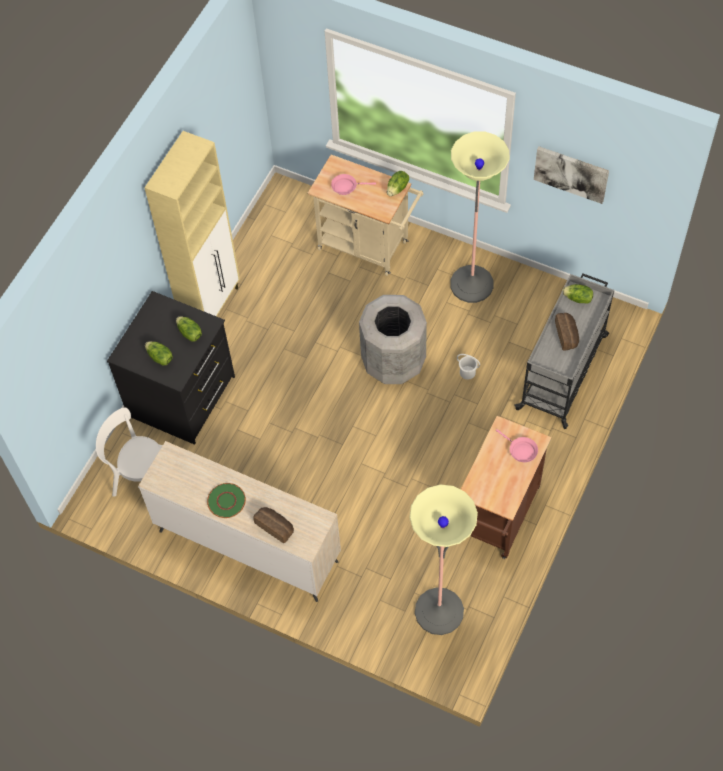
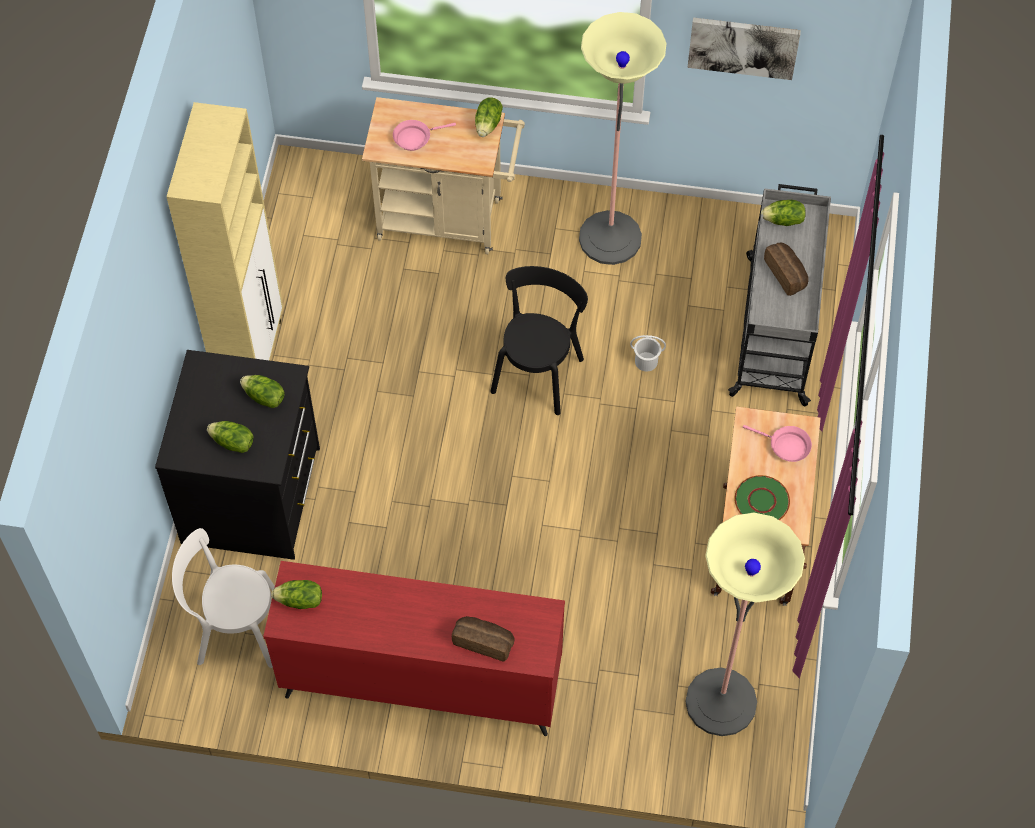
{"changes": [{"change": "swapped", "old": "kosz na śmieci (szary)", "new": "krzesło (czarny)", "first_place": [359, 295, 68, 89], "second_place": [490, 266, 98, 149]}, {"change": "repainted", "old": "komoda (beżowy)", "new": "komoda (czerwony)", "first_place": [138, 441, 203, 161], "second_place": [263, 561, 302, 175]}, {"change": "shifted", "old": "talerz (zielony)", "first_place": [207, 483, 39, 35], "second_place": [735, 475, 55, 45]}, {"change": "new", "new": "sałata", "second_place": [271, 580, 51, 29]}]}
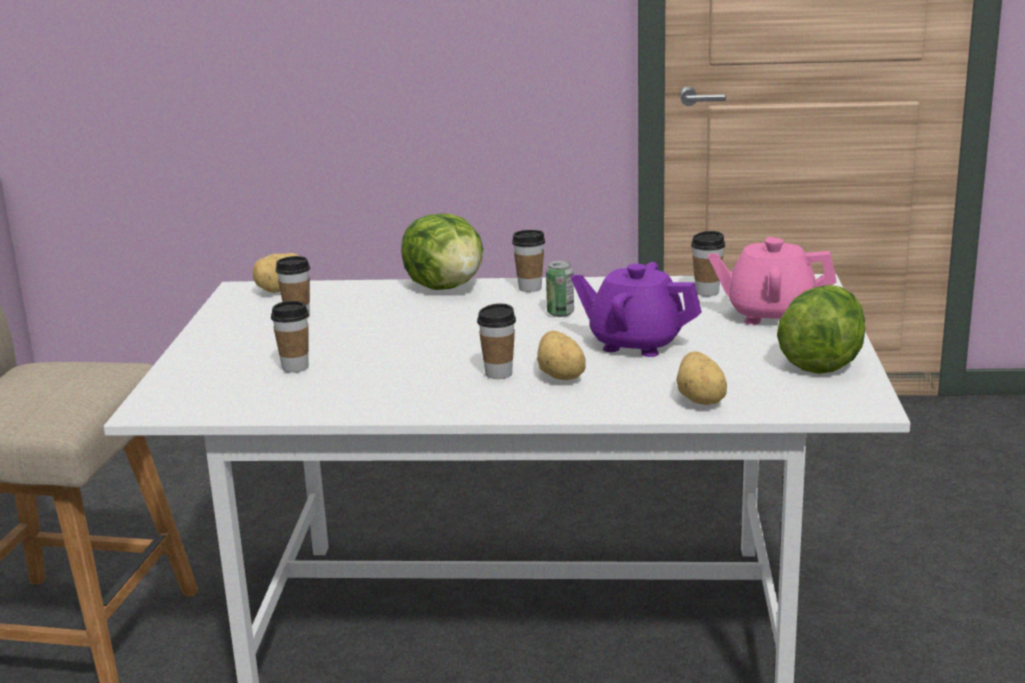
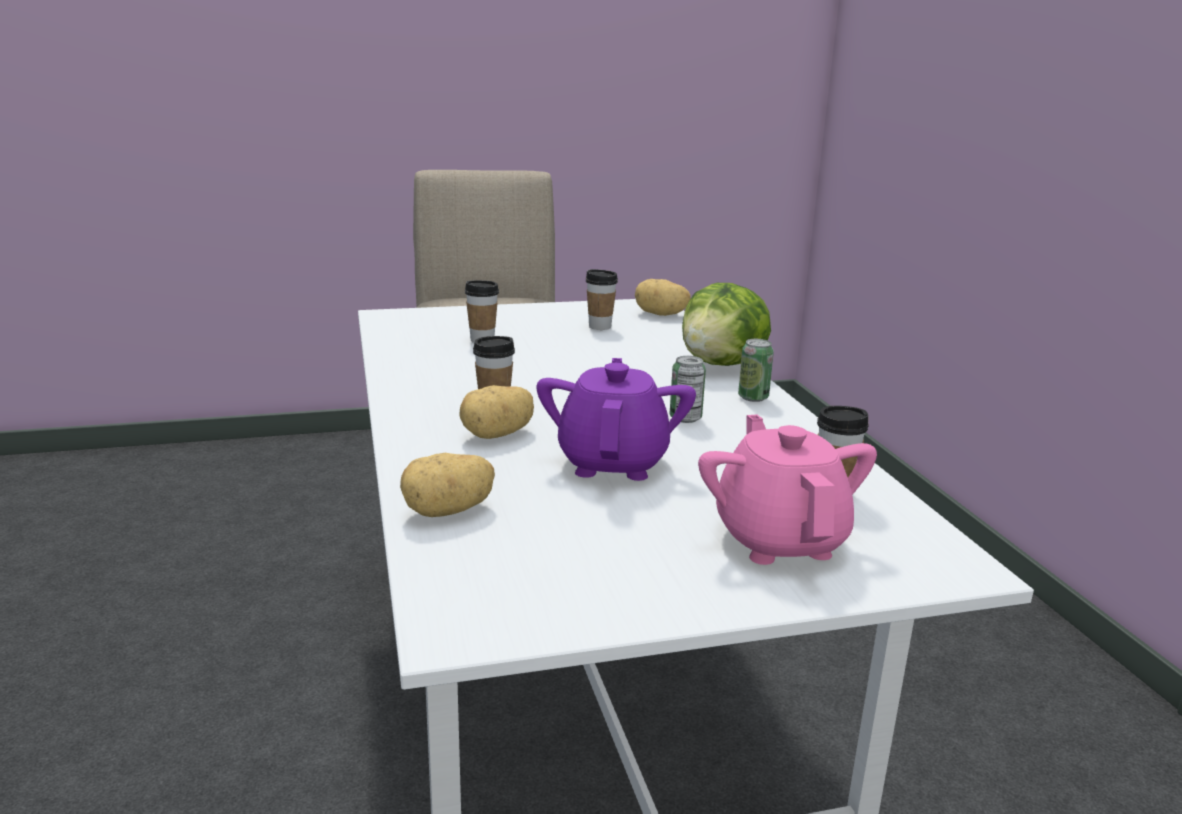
{"changes": [{"change": "swapped", "old": "filiżanka", "new": "puszka", "first_place": [512, 230, 33, 62], "second_place": [738, 339, 36, 63]}, {"change": "gone", "old": "sałata", "first_place": [777, 285, 89, 89]}]}
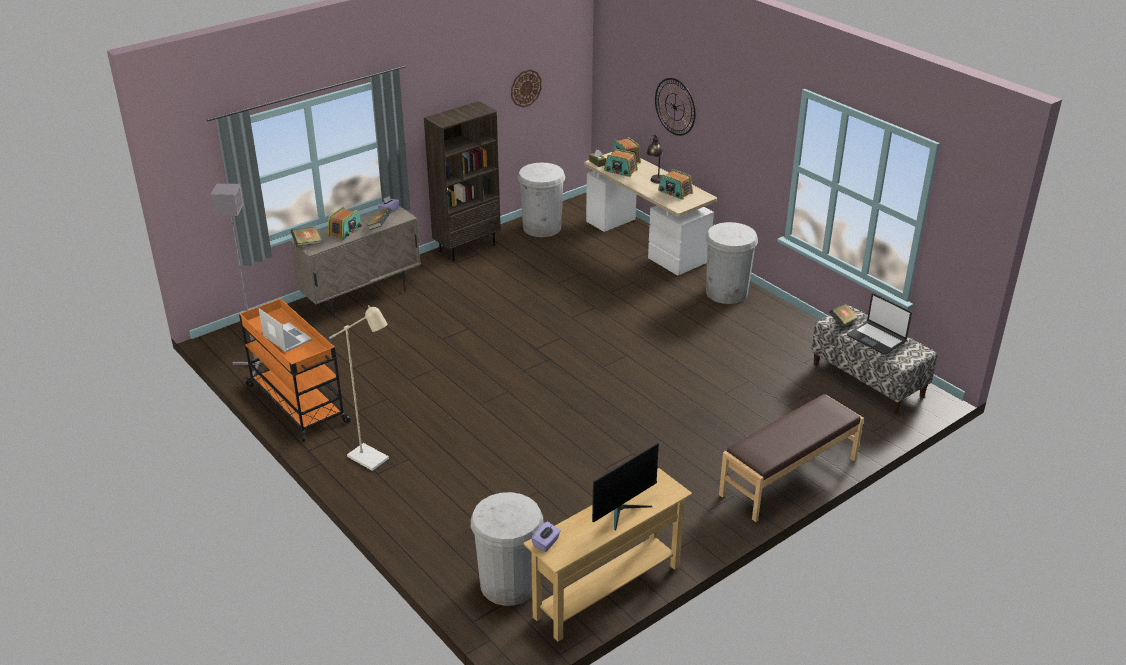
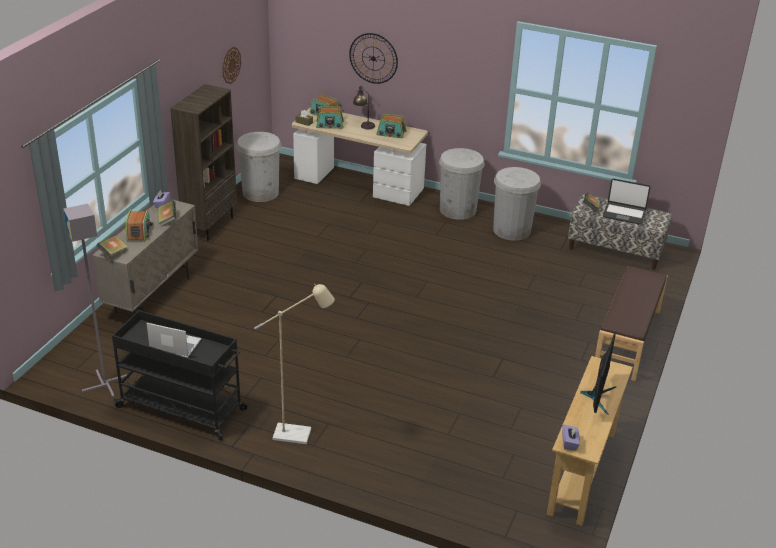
{"changes": [{"change": "repainted", "old": "wózek (pomarańczowy)", "new": "wózek (czarny)", "first_place": [239, 298, 111, 144], "second_place": [112, 310, 135, 131]}, {"change": "shifted", "old": "kosz na śmieci (biały)", "first_place": [471, 492, 72, 114], "second_place": [493, 167, 48, 74]}]}
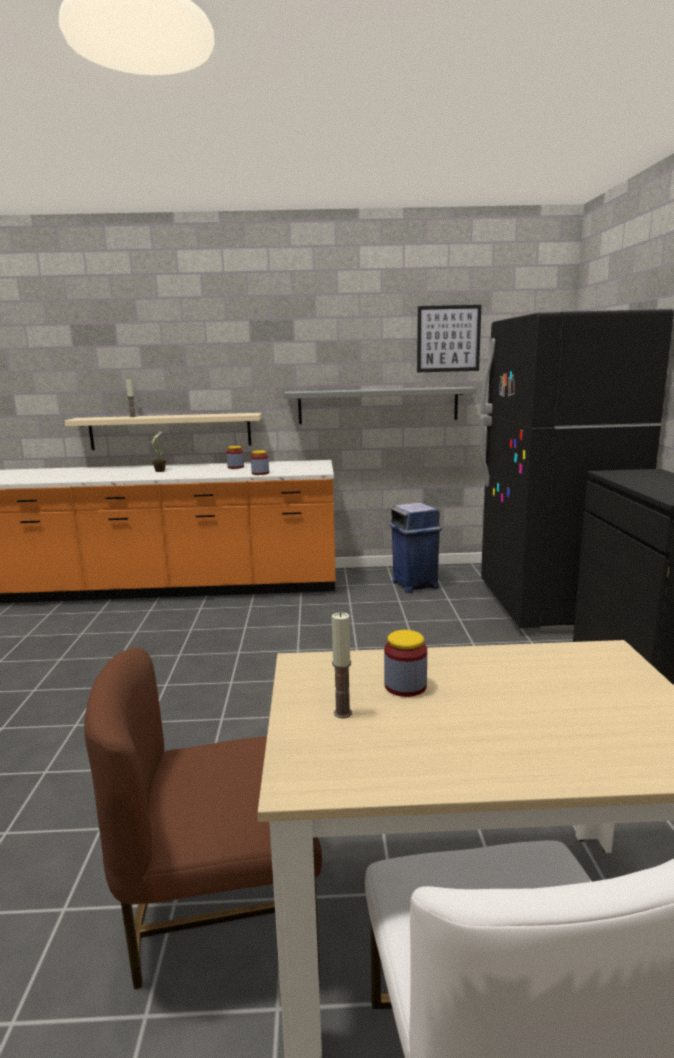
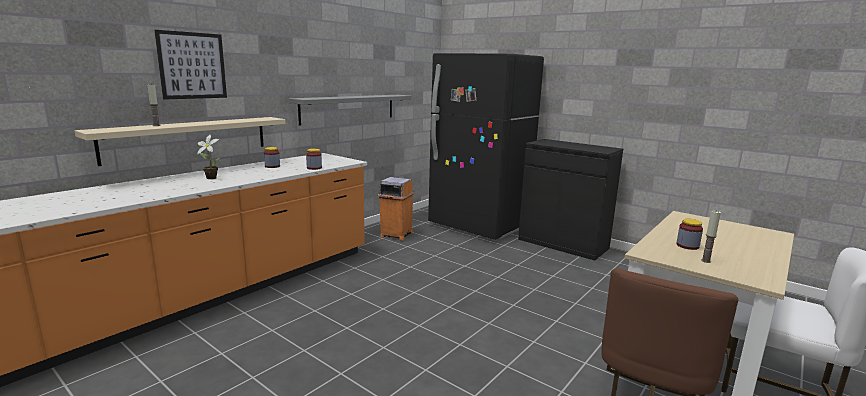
{"changes": [{"change": "shifted", "old": "obraz", "first_place": [417, 305, 64, 67], "second_place": [154, 30, 73, 70]}, {"change": "repainted", "old": "kosz na śmieci (niebieski)", "new": "kosz na śmieci (pomarańczowy)", "first_place": [389, 502, 53, 91], "second_place": [378, 177, 36, 64]}]}
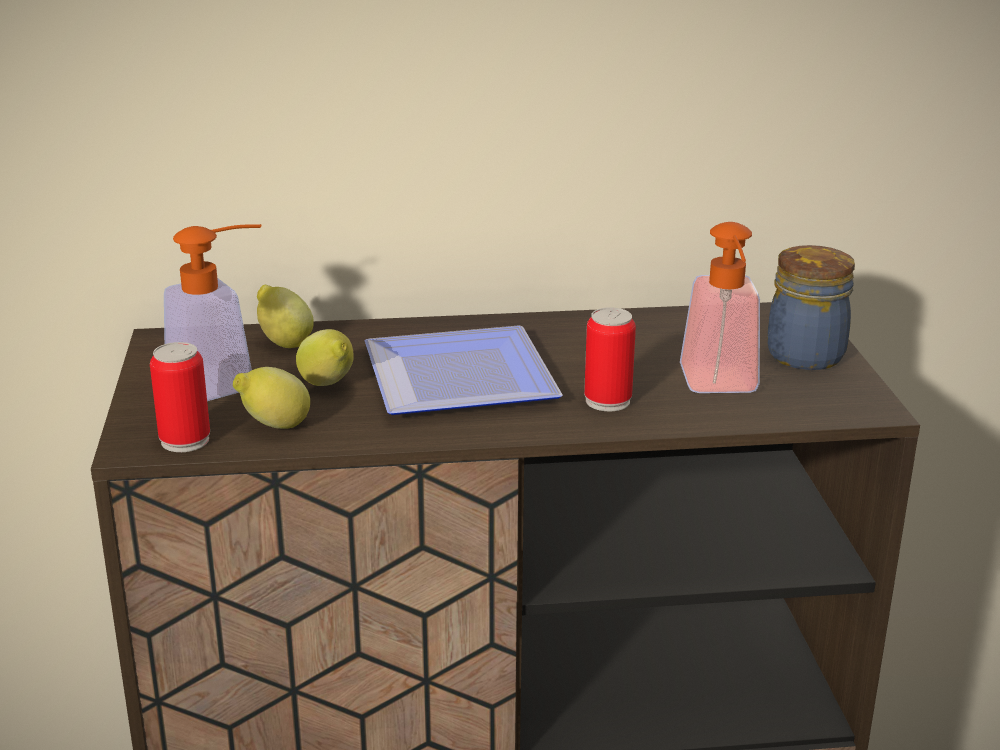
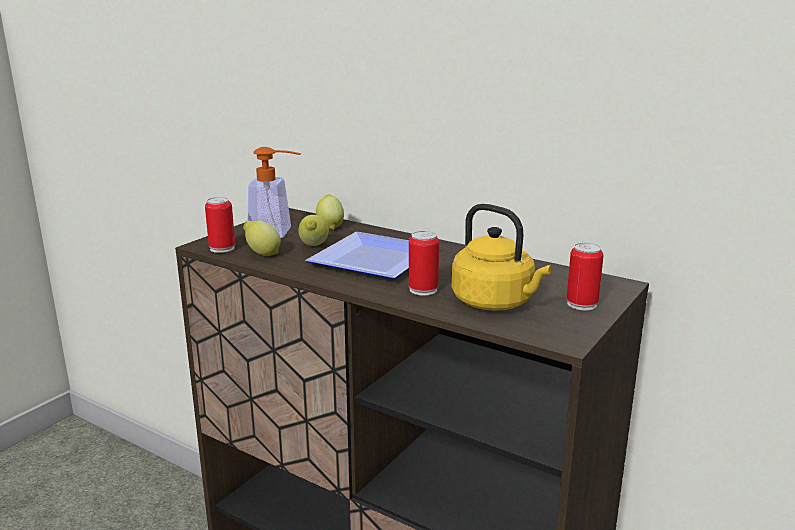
{"changes": [{"change": "swapped", "old": "dozownik mydła", "new": "czajnik (żółty)", "first_place": [680, 222, 80, 171], "second_place": [452, 204, 99, 107]}, {"change": "swapped", "old": "słoik", "new": "puszka", "first_place": [767, 245, 88, 125], "second_place": [567, 243, 37, 67]}]}
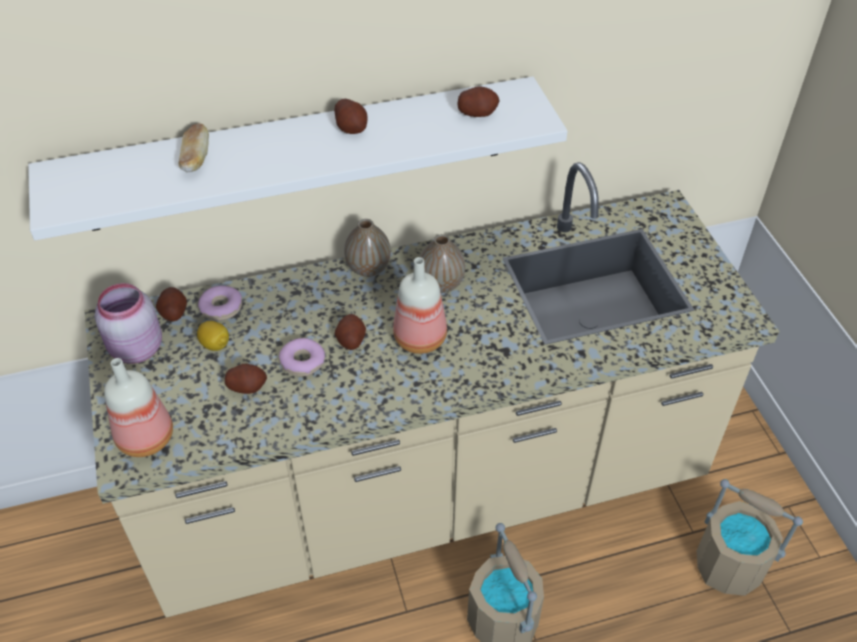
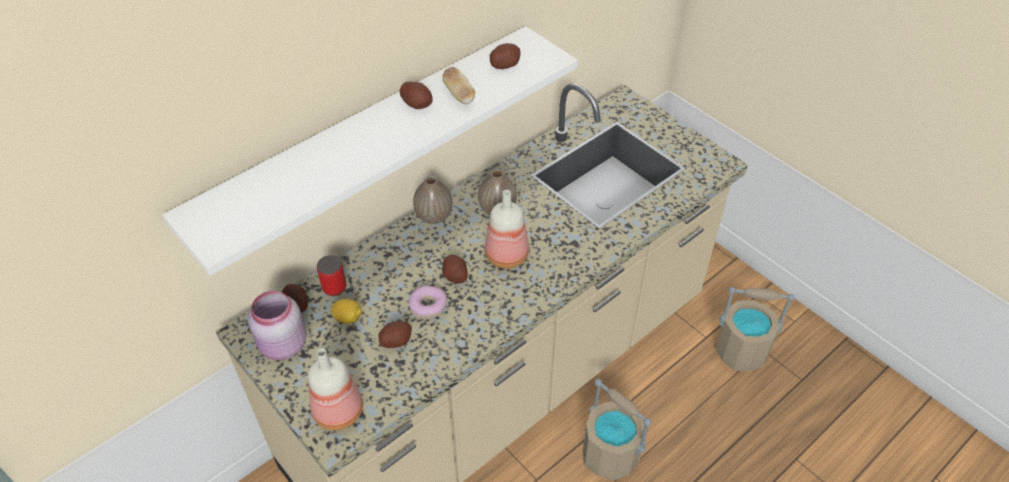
{"changes": [{"change": "shifted", "old": "chleb", "first_place": [179, 123, 30, 49], "second_place": [442, 67, 33, 37]}, {"change": "swapped", "old": "donut", "new": "puszka", "first_place": [198, 286, 44, 35], "second_place": [317, 255, 30, 41]}]}
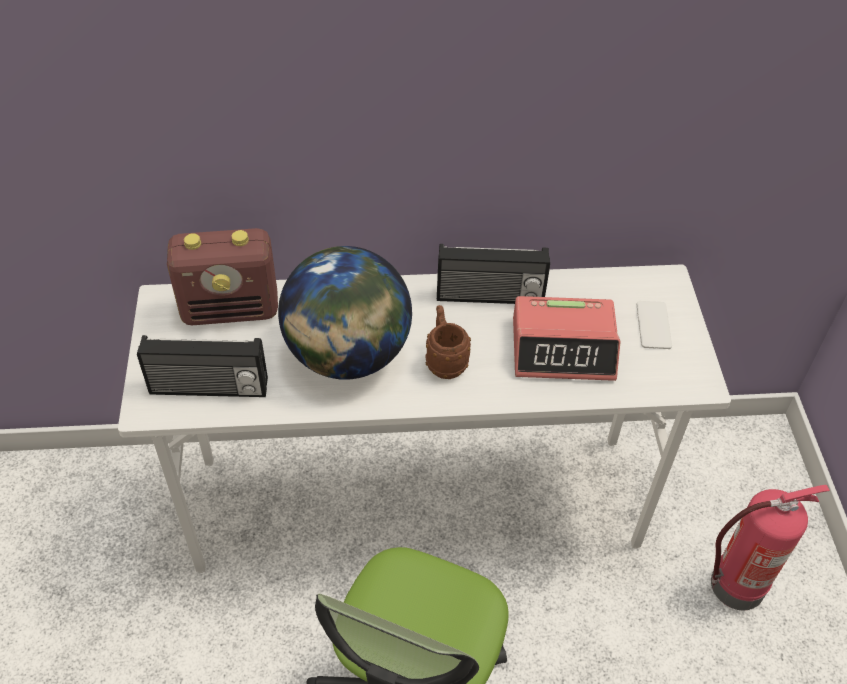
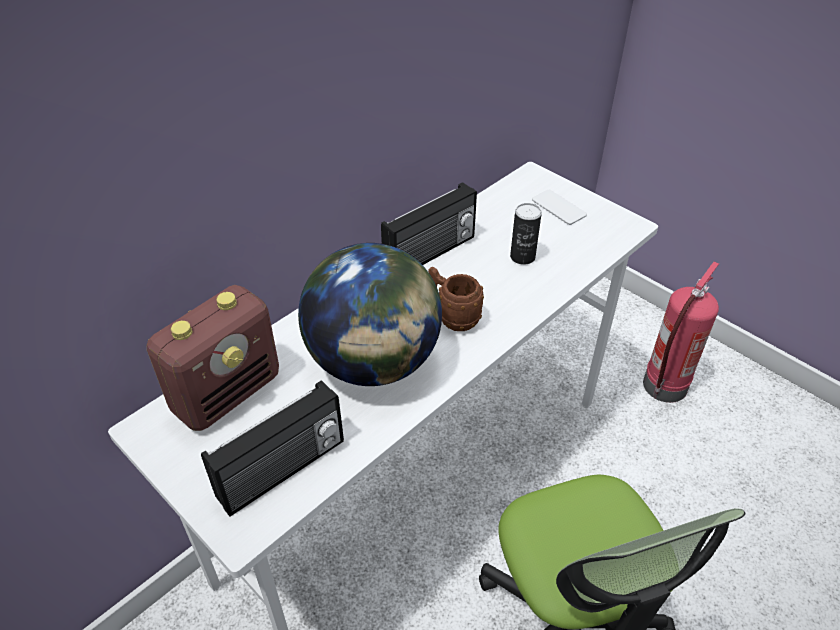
{"changes": [{"change": "swapped", "old": "budzik", "new": "puszka", "first_place": [513, 296, 108, 85], "second_place": [510, 203, 32, 62]}]}
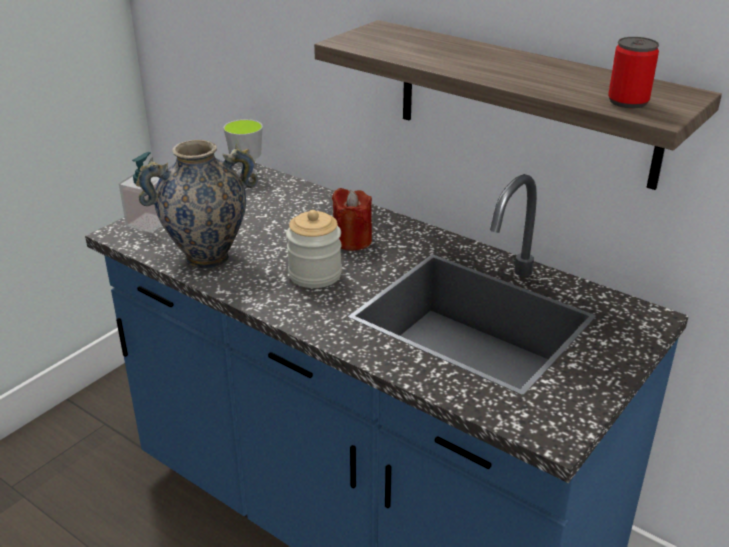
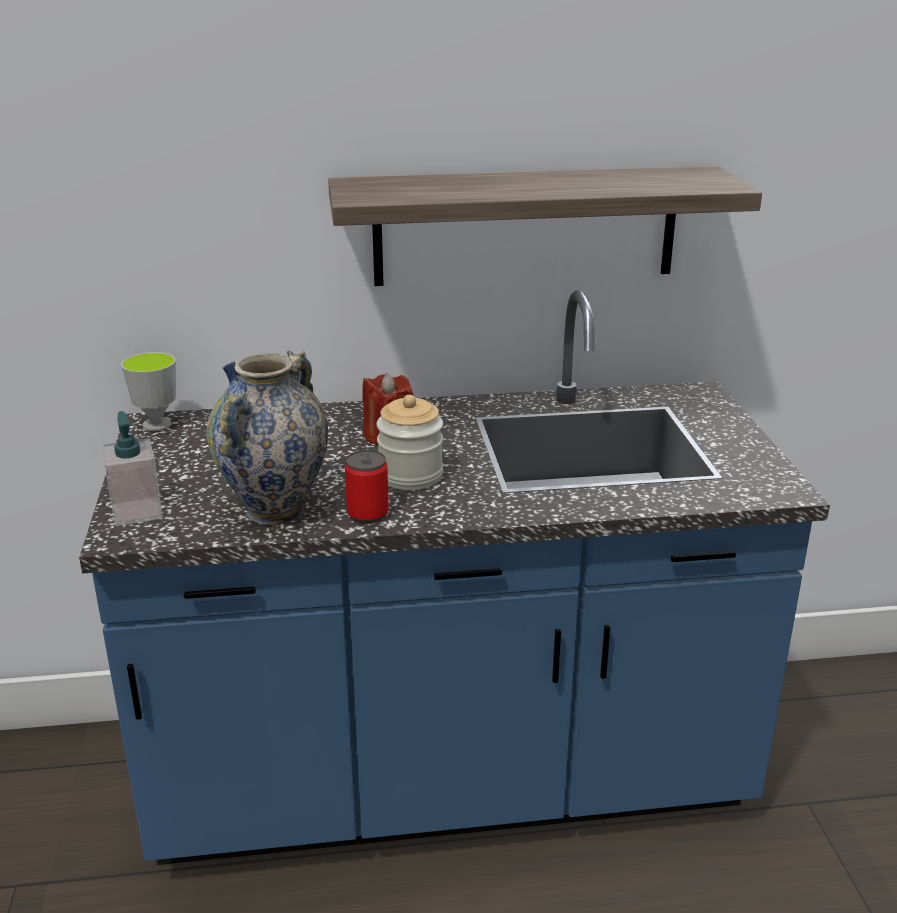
{"changes": [{"change": "shifted", "old": "puszka", "first_place": [608, 37, 51, 72], "second_place": [345, 450, 44, 74]}]}
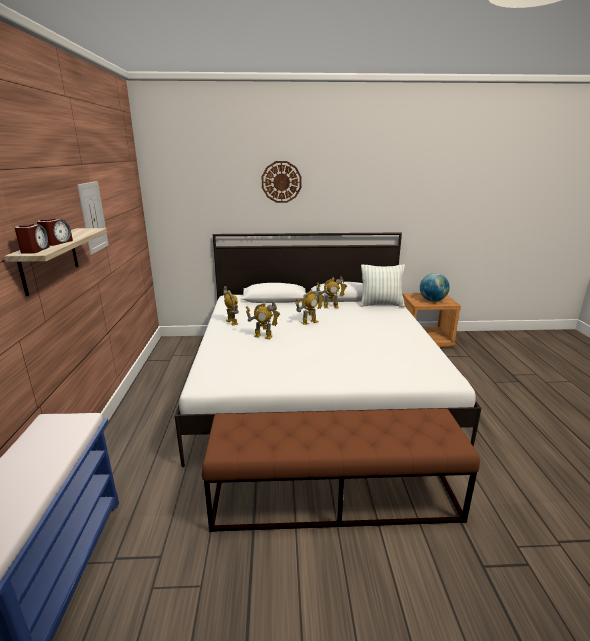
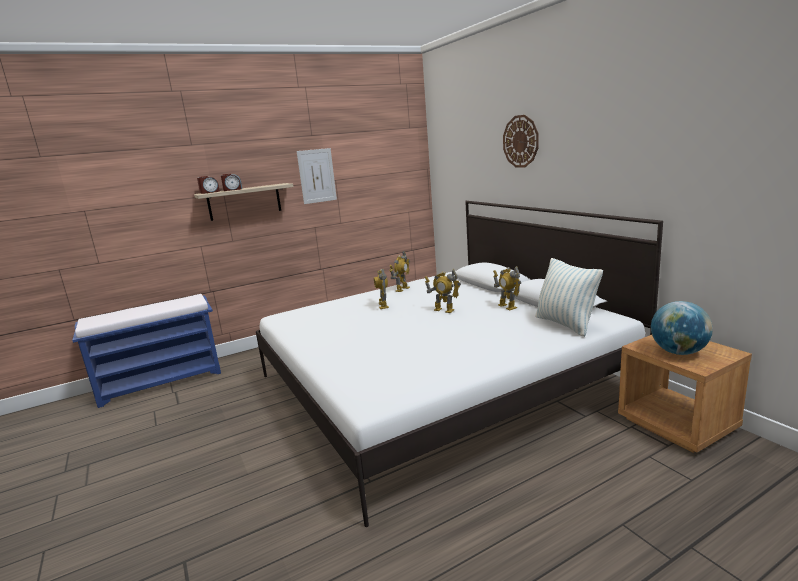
{"changes": [{"change": "gone", "old": "ławka (brązowy)", "first_place": [201, 408, 279, 124]}]}
